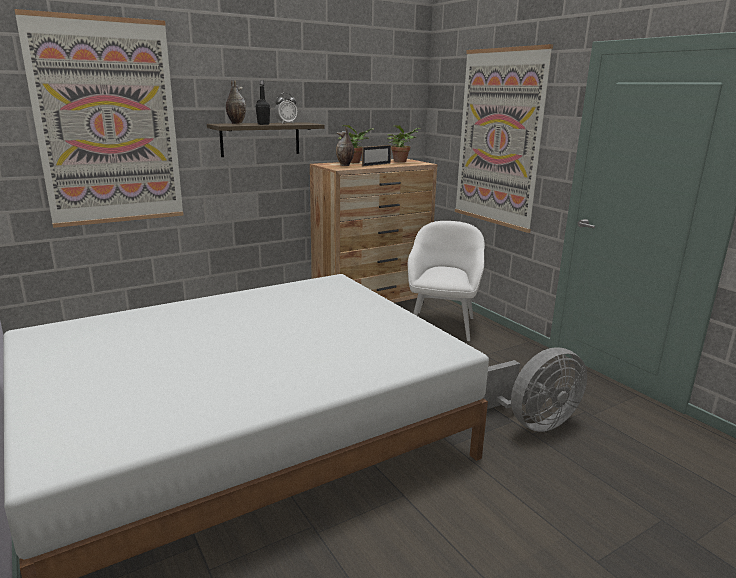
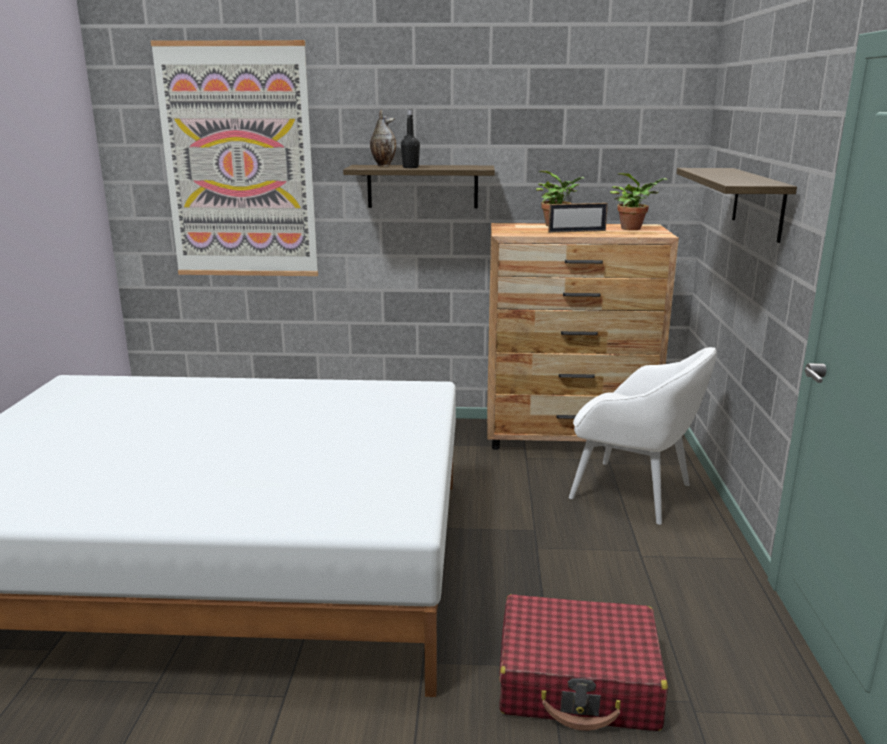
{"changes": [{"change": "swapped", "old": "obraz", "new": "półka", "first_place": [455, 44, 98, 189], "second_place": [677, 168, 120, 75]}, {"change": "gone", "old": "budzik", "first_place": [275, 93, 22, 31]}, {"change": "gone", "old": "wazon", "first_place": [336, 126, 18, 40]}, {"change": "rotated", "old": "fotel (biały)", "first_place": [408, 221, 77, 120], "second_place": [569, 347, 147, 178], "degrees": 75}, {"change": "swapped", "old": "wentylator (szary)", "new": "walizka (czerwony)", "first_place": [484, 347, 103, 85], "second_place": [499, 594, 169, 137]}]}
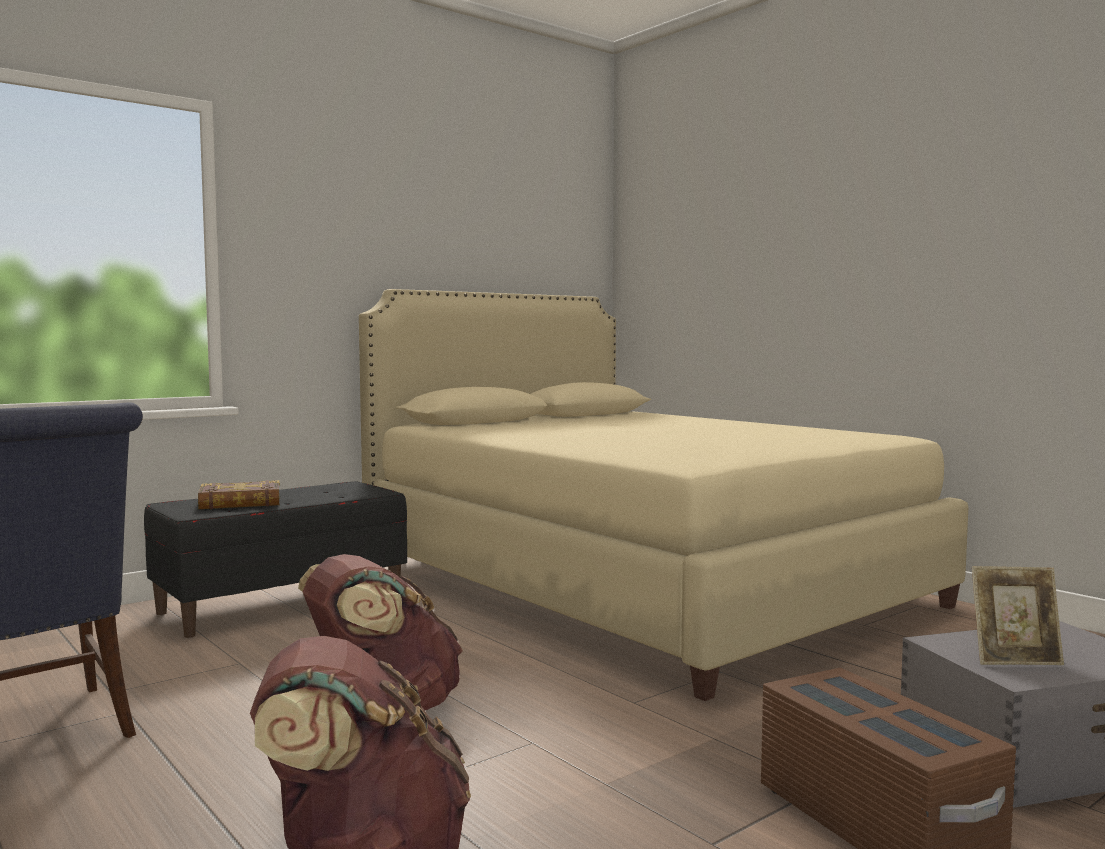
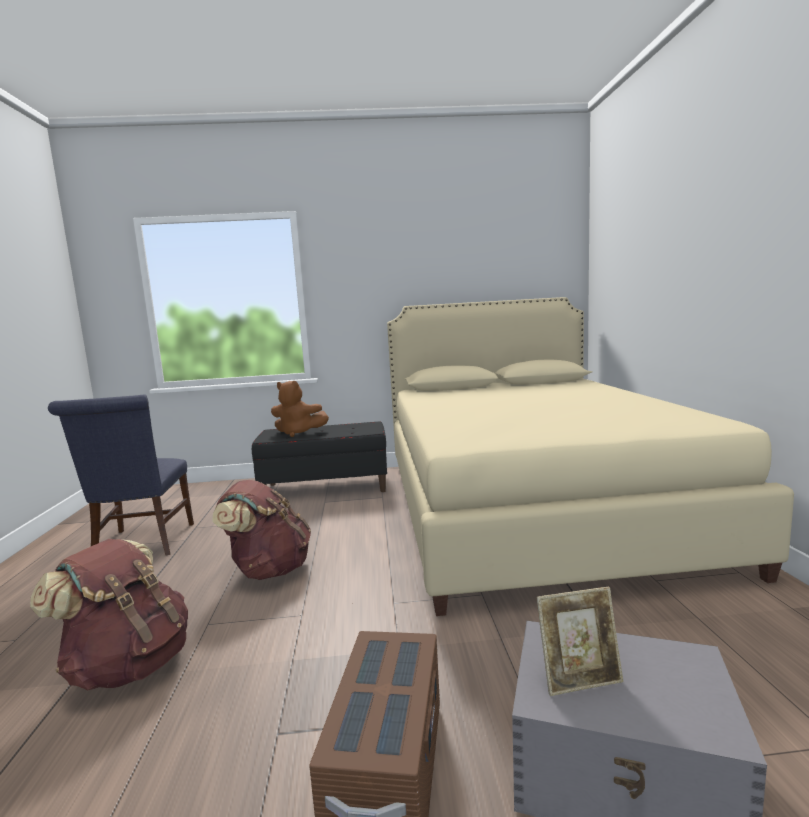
{"changes": [{"change": "swapped", "old": "książka", "new": "pluszak (brązowy)", "first_place": [198, 480, 81, 29], "second_place": [271, 381, 58, 56]}, {"change": "rotated", "old": "ramka na zdjęcie", "first_place": [972, 566, 92, 99], "second_place": [537, 587, 86, 109], "degrees": -45}]}
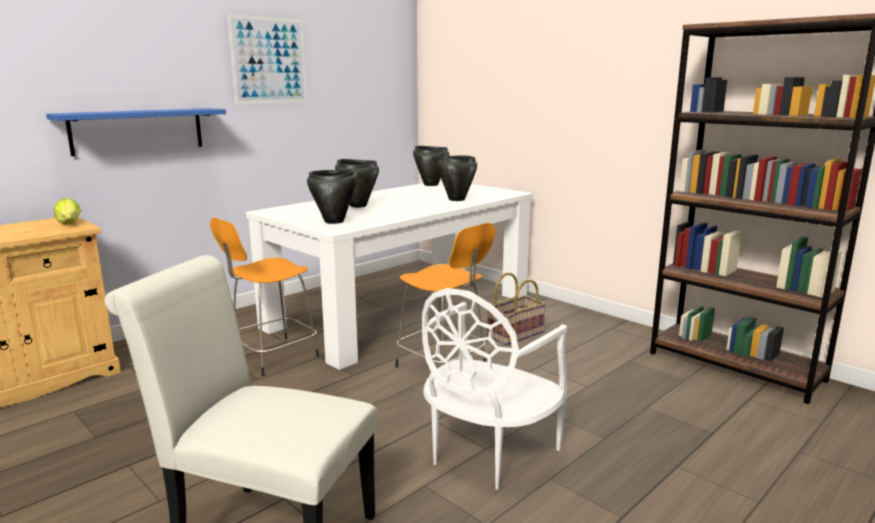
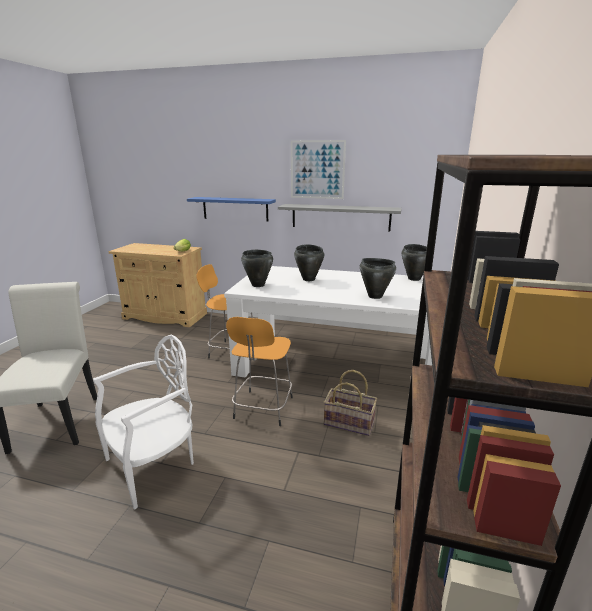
{"changes": [{"change": "rotated", "old": "krzesło (biały)", "first_place": [422, 288, 145, 202], "second_place": [93, 335, 101, 174], "degrees": 135}, {"change": "new", "new": "półka (szary)", "second_place": [278, 204, 124, 27]}]}
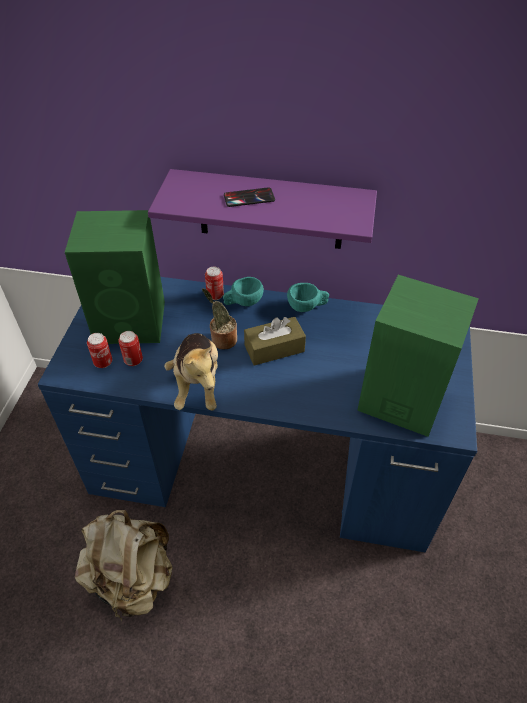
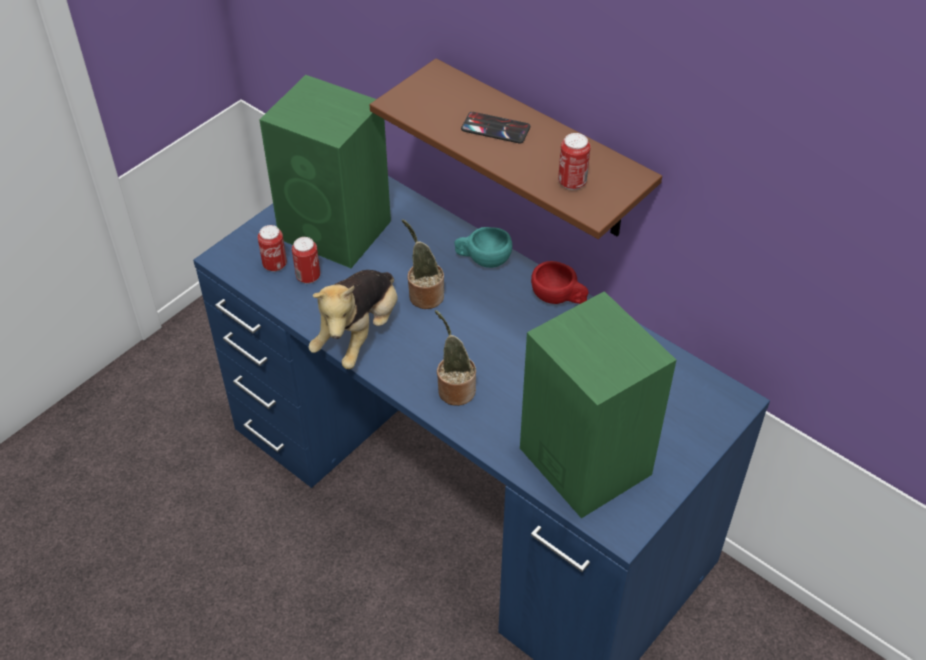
{"changes": [{"change": "repainted", "old": "półka (fioletowy)", "new": "półka (brązowy)", "first_place": [148, 169, 229, 80], "second_place": [370, 59, 292, 180]}, {"change": "shifted", "old": "puszka", "first_place": [205, 267, 19, 33], "second_place": [558, 133, 32, 57]}, {"change": "repainted", "old": "filiżanka (turkusowy)", "new": "filiżanka (czerwony)", "first_place": [287, 283, 42, 29], "second_place": [531, 261, 58, 43]}, {"change": "gone", "old": "pudełko chusteczek (brązowy)", "first_place": [244, 317, 62, 49]}, {"change": "gone", "old": "plecak (beżowy)", "first_place": [75, 510, 97, 111]}, {"change": "new", "new": "roślina doniczkowa", "second_place": [435, 310, 41, 96]}]}
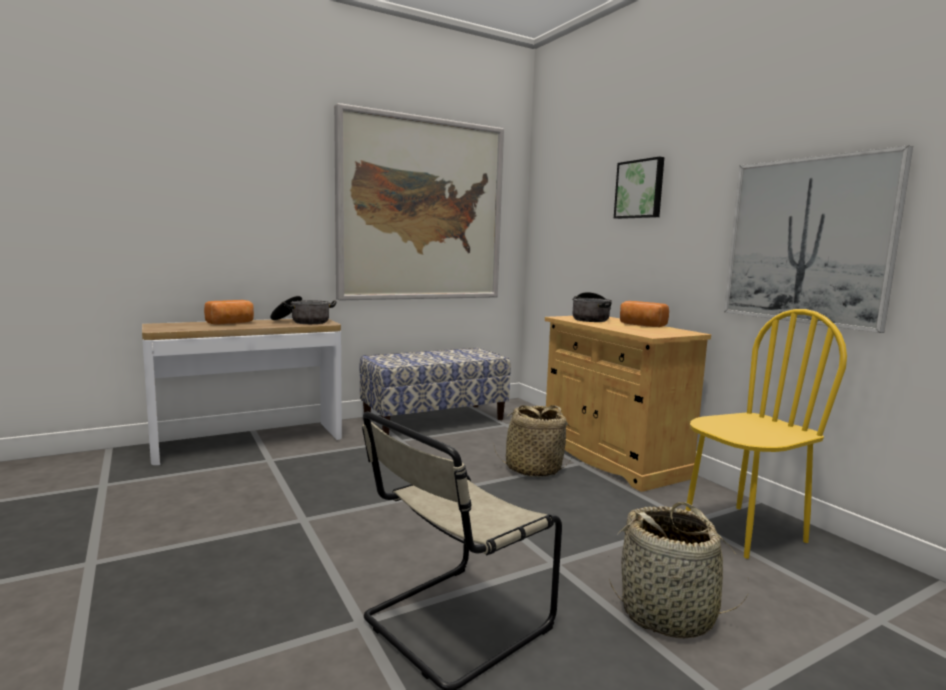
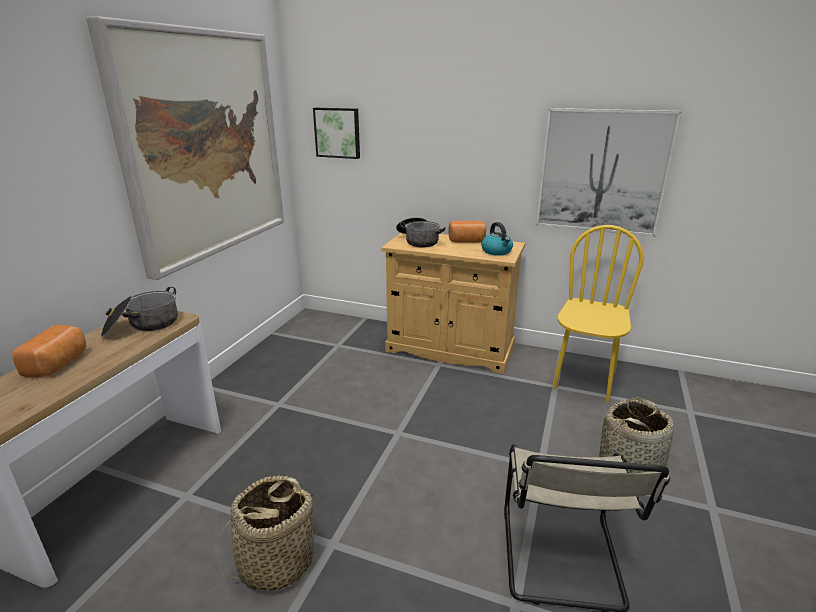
{"changes": [{"change": "shifted", "old": "obraz", "first_place": [614, 157, 50, 62], "second_place": [313, 108, 47, 51]}, {"change": "gone", "old": "ławka", "first_place": [360, 348, 151, 87]}, {"change": "shifted", "old": "koszyk", "first_place": [493, 405, 78, 72], "second_place": [213, 476, 108, 115]}, {"change": "new", "new": "czajnik", "second_place": [481, 222, 32, 34]}]}
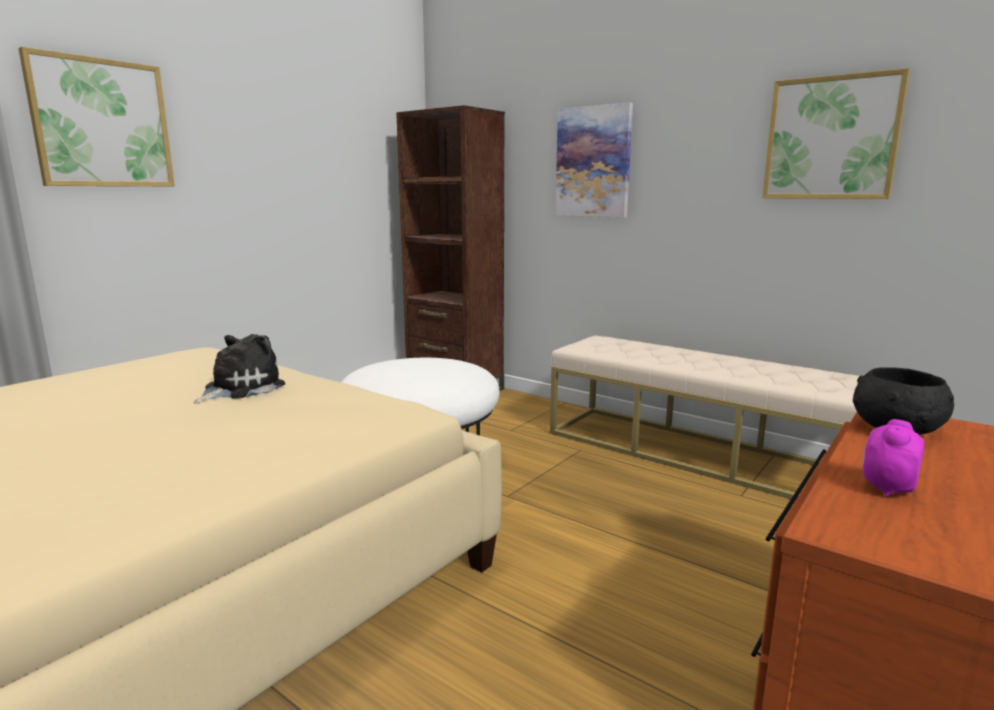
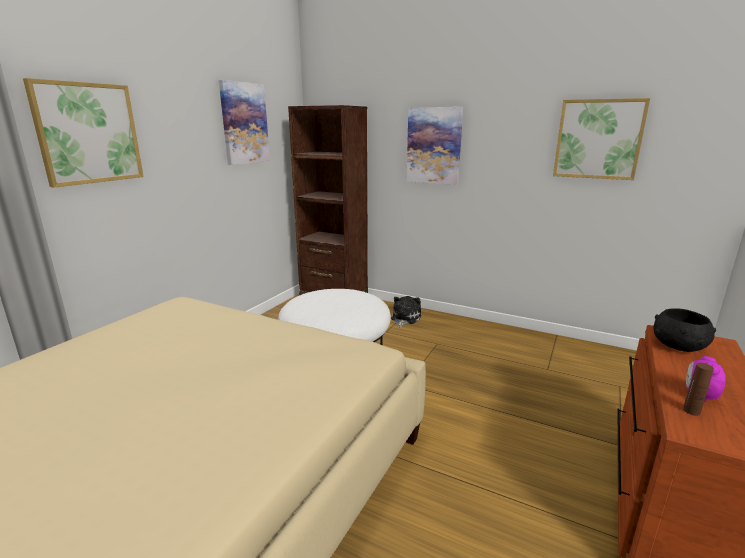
{"changes": [{"change": "shifted", "old": "pluszak", "first_place": [194, 334, 91, 70], "second_place": [391, 296, 30, 31]}, {"change": "gone", "old": "ławka (beżowy)", "first_place": [550, 336, 309, 165]}, {"change": "new", "new": "obraz", "second_place": [219, 80, 51, 85]}, {"change": "new", "new": "butelka (brązowy)", "second_place": [683, 363, 31, 53]}]}
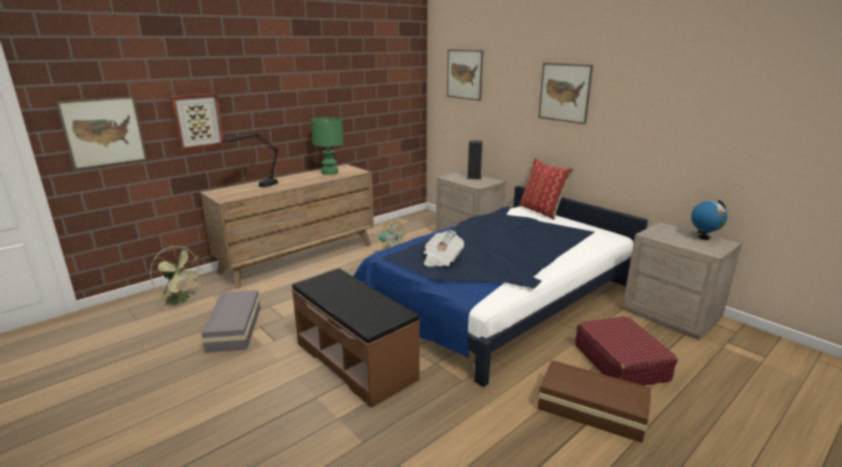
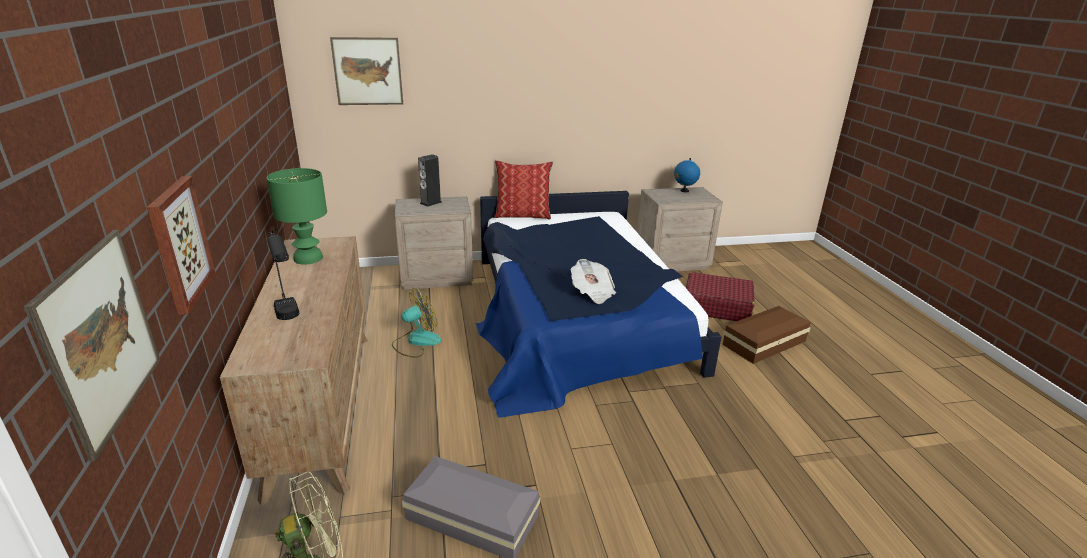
{"changes": [{"change": "gone", "old": "obraz", "first_place": [538, 63, 55, 61]}, {"change": "gone", "old": "ławka (brązowy)", "first_place": [291, 268, 129, 140]}]}
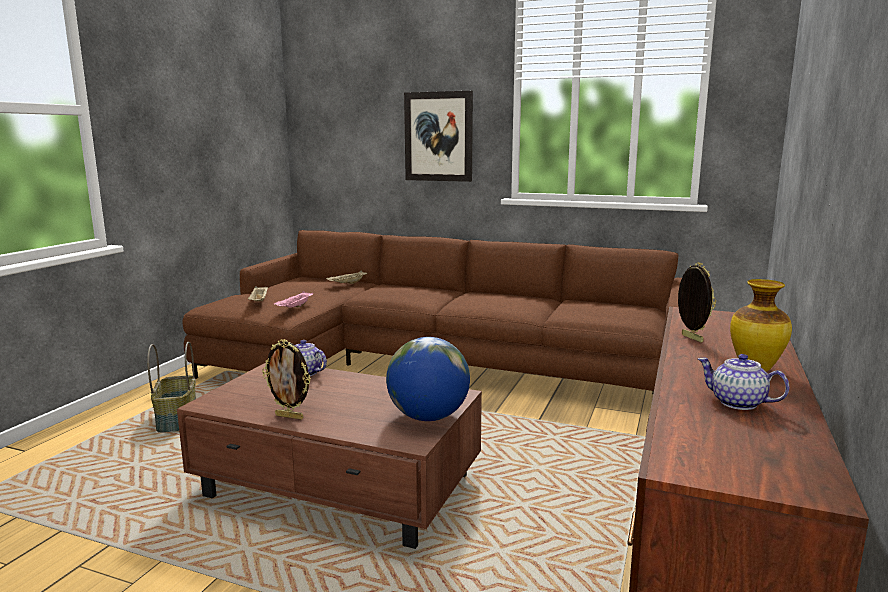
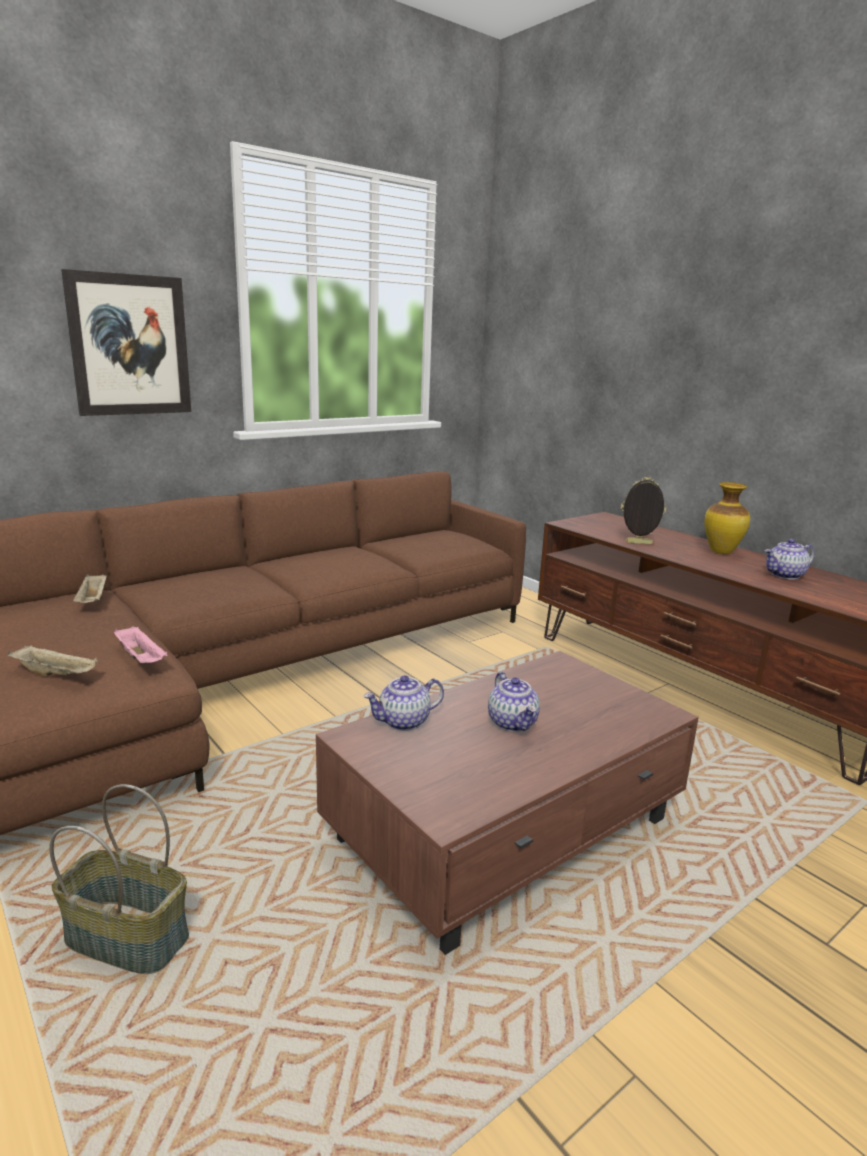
{"changes": [{"change": "gone", "old": "globus", "first_place": [386, 337, 84, 84]}, {"change": "gone", "old": "ramka na zdjęcie", "first_place": [262, 339, 49, 81]}, {"change": "new", "new": "imbryk", "second_place": [488, 672, 52, 60]}]}
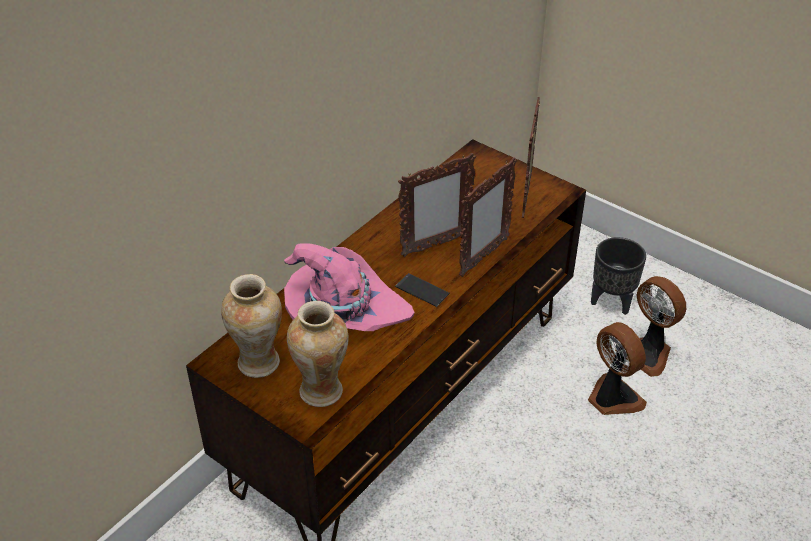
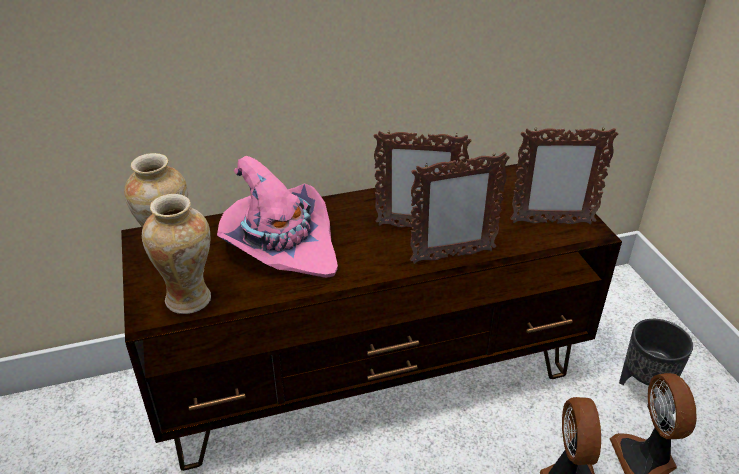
{"changes": [{"change": "rotated", "old": "ramka na zdjęcie", "first_place": [522, 97, 18, 121], "second_place": [510, 127, 108, 98], "degrees": -135}, {"change": "gone", "old": "telefon", "first_place": [395, 273, 55, 34]}]}
